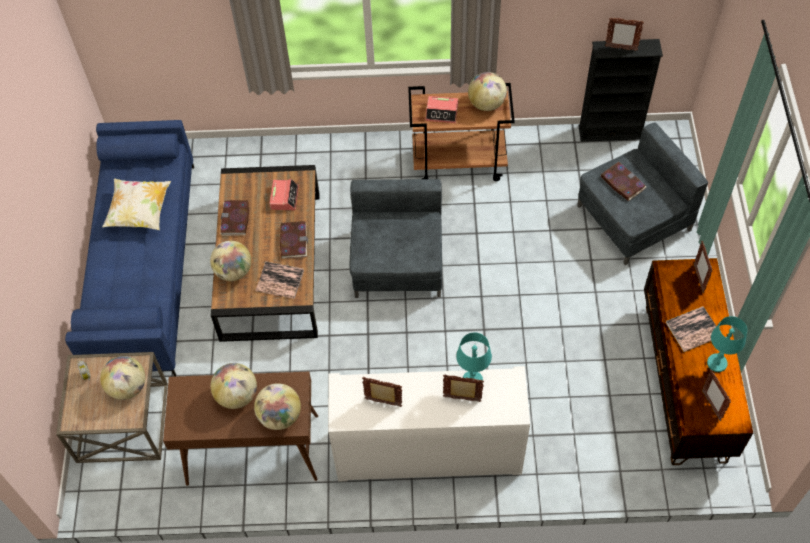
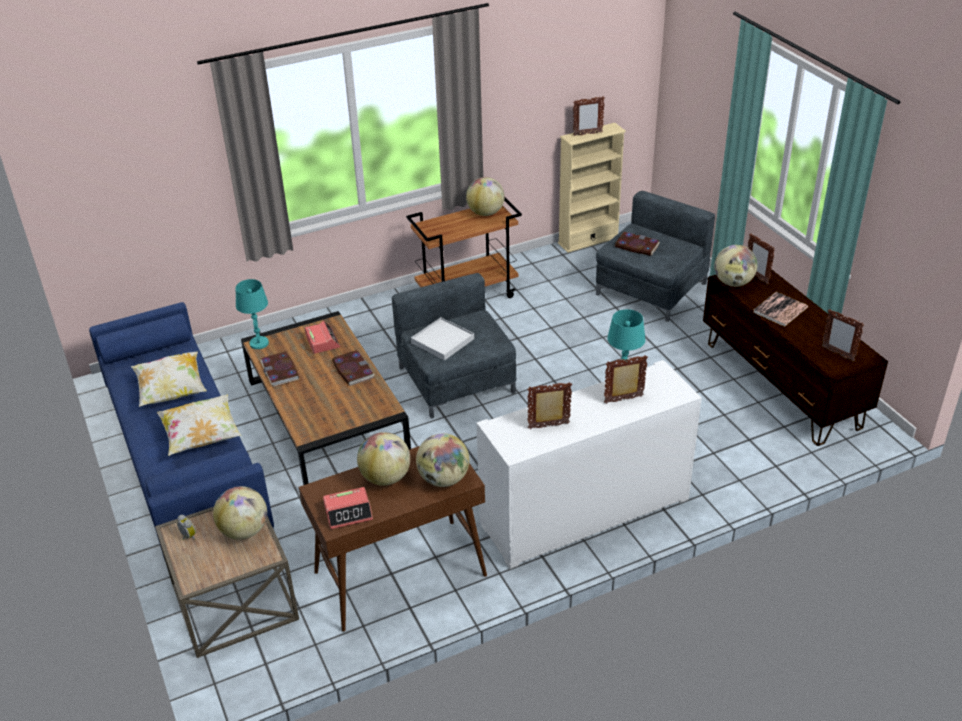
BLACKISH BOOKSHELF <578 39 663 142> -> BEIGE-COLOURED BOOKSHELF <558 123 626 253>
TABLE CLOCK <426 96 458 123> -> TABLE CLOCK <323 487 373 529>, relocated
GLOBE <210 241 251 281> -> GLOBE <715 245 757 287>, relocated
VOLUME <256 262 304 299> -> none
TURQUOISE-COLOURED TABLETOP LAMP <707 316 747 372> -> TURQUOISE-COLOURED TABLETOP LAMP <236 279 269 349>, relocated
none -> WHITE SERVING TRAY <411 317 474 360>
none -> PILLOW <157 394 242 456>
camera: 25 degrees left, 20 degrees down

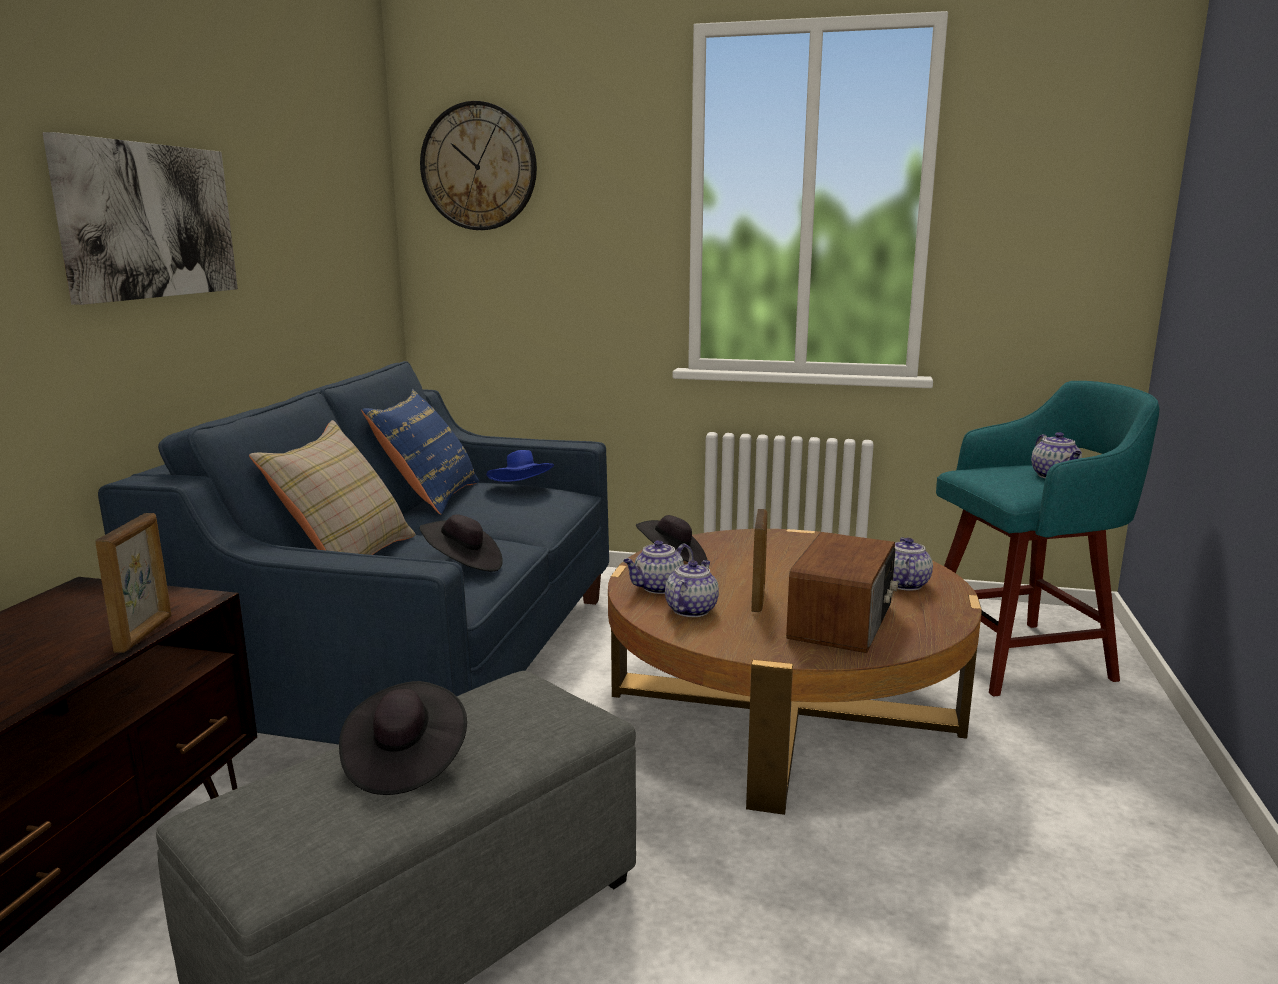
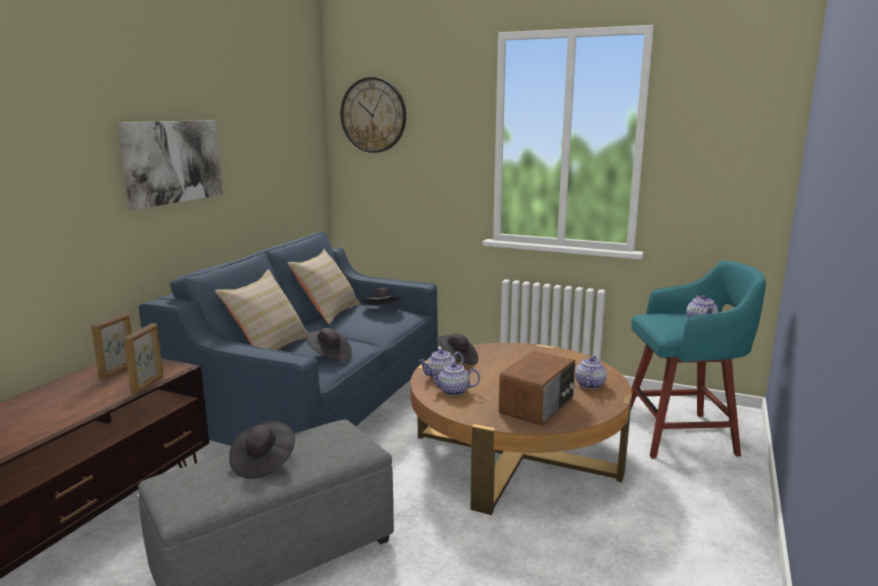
BLUE PILLOW <361 389 479 515> -> BEIGE-COLOURED PILLOW <287 249 360 325>
BLUE CLOTHING HAT <486 450 554 482> -> BLACKISH CLOTHING HAT <362 288 402 305>
PICTURE FRAME <751 509 767 612> -> PICTURE FRAME <91 313 132 380>, relocated
TEAPOT <665 560 719 617> -> TEAPOT <429 362 480 396>, 120 degrees counterclockwise
camera: 10 degrees right, 0 degrees up

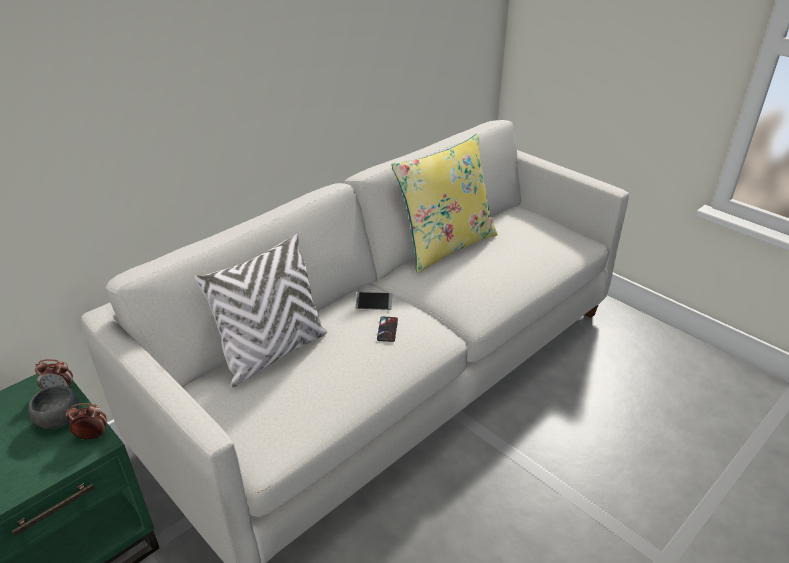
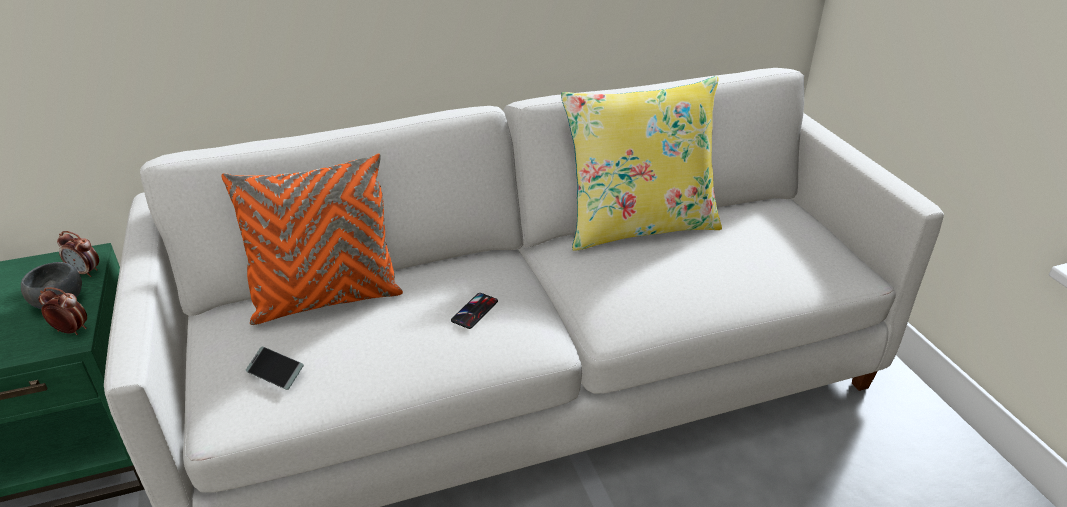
WHITE PILLOW <195 234 327 387> -> ORANGE-COLOURED PILLOW <221 153 403 325>
PHONE <356 292 392 310> -> PHONE <246 347 304 390>, relocated
camera: 25 degrees right, 0 degrees up

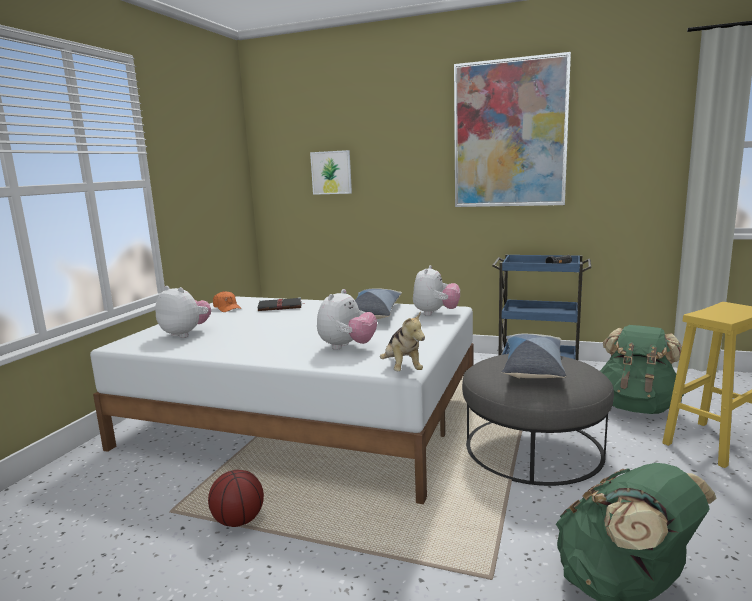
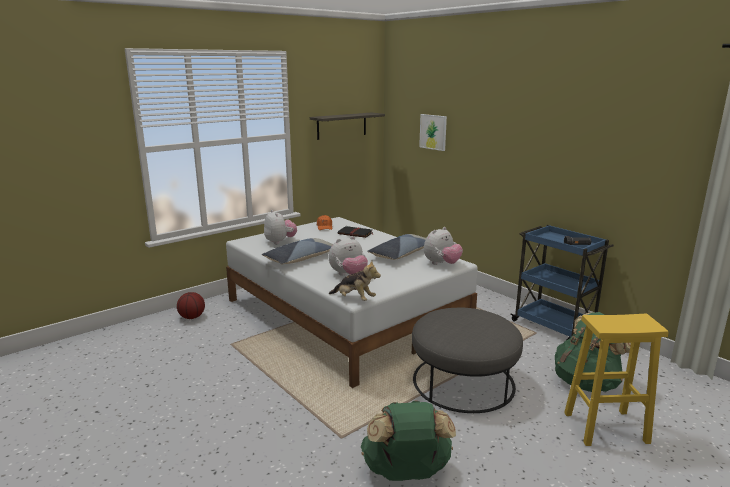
WALL ART <454 52 571 207> -> none
CUDDLY TOY <380 311 425 371> -> CUDDLY TOY <329 261 381 301>, 75 degrees counterclockwise
PILLOW <501 334 566 378> -> PILLOW <262 238 333 264>, relocated
BASKETBALL BALL <208 470 264 527> -> BASKETBALL BALL <177 292 205 319>, relocated
none -> WALL SHELF <310 113 385 140>
camera: 30 degrees right, 5 degrees up

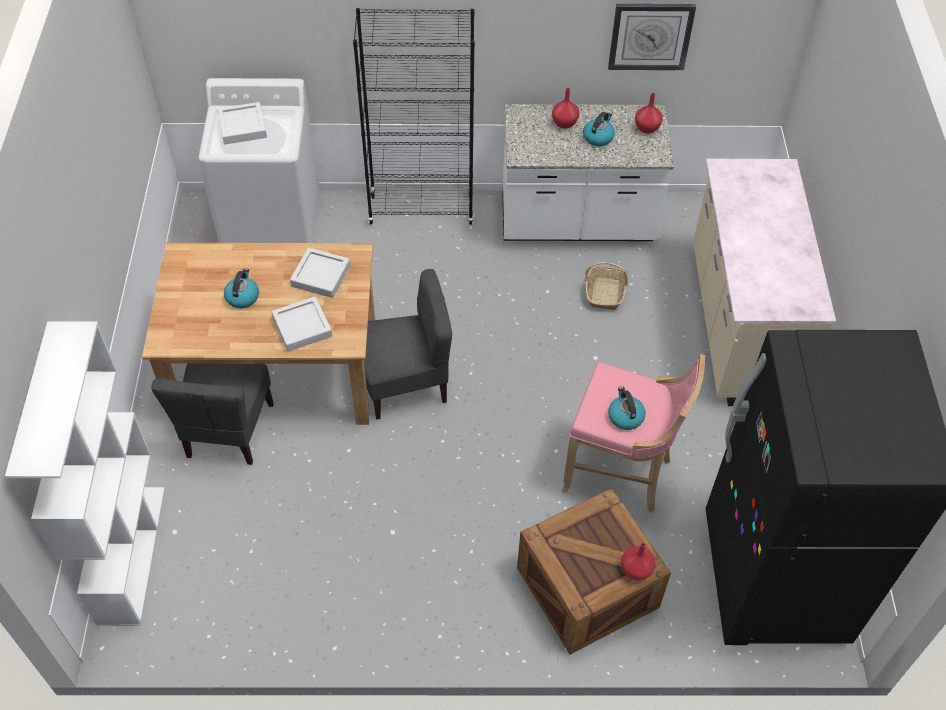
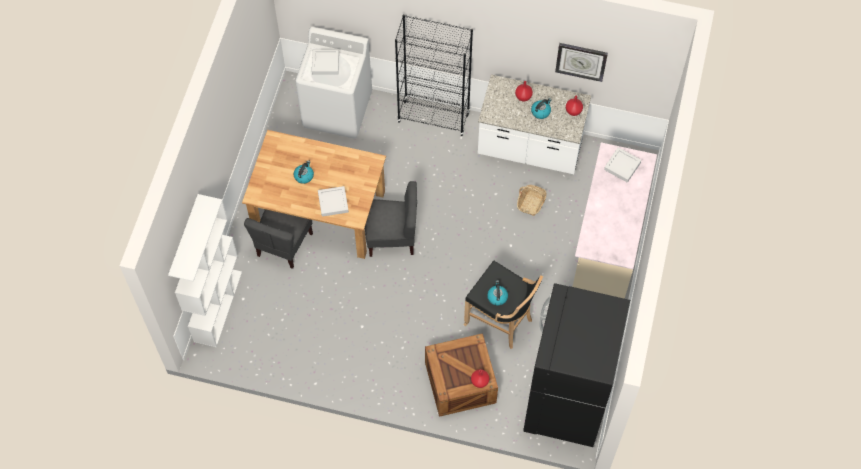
GRAY SERVING TRAY <290 248 350 298> -> GRAY SERVING TRAY <604 147 641 183>, relocated
PINKISH SITTING STOOL <561 354 705 513> -> BLACKISH SITTING STOOL <463 261 543 349>
camera: 15 degrees right, 10 degrees up

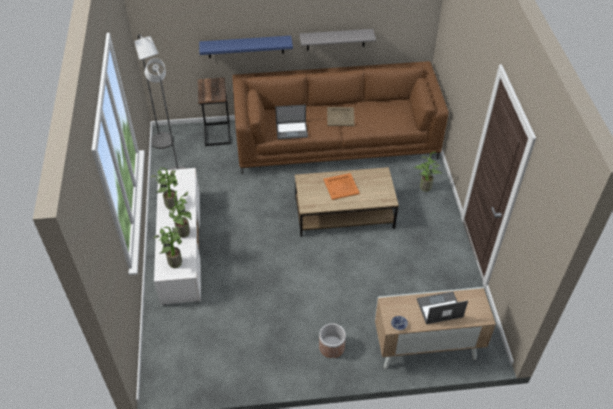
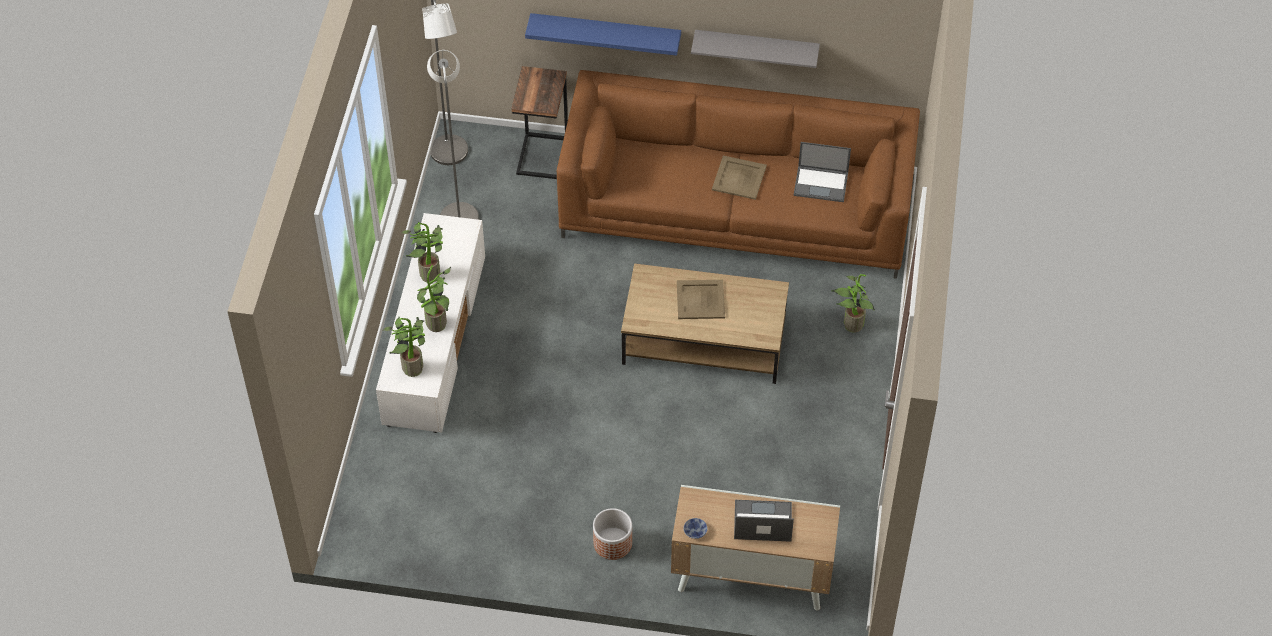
PORTABLE COMPUTER <275 105 308 139> -> PORTABLE COMPUTER <793 142 851 202>, relocated
ORANGE-COLOURED SERVING TRAY <323 173 360 200> -> BEIGE-COLOURED SERVING TRAY <677 280 725 319>
camera: 15 degrees right, 5 degrees up

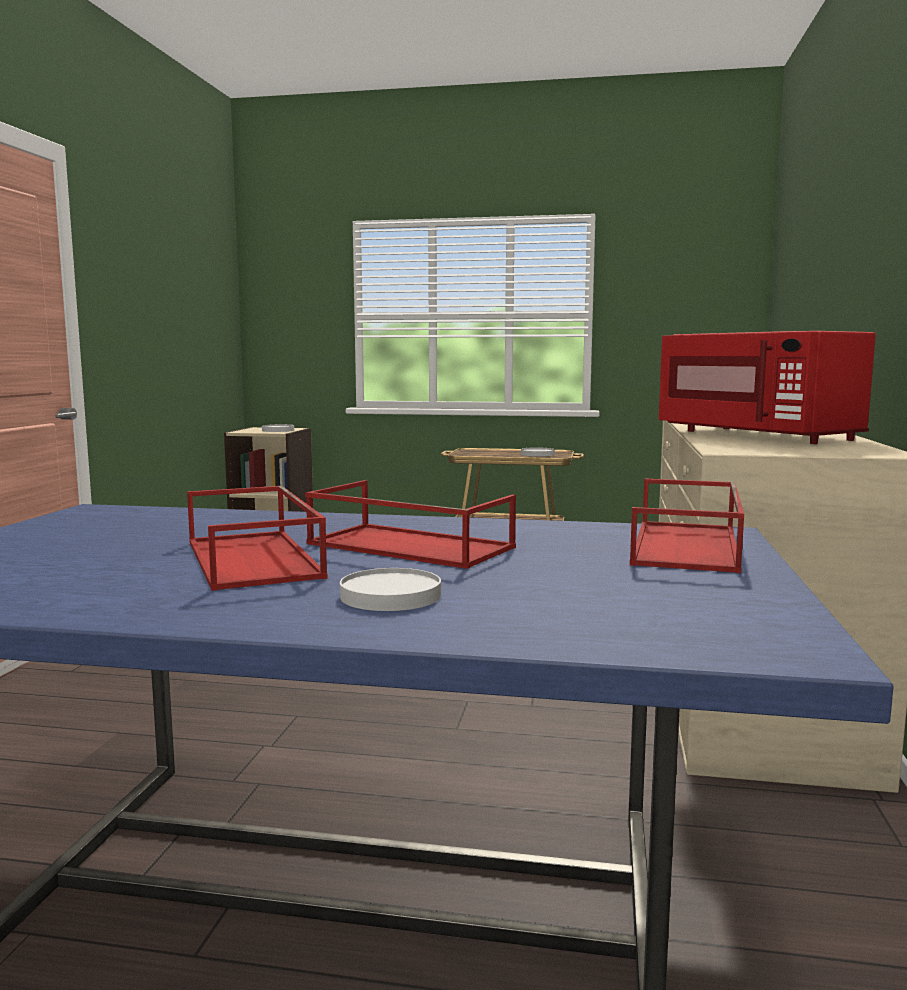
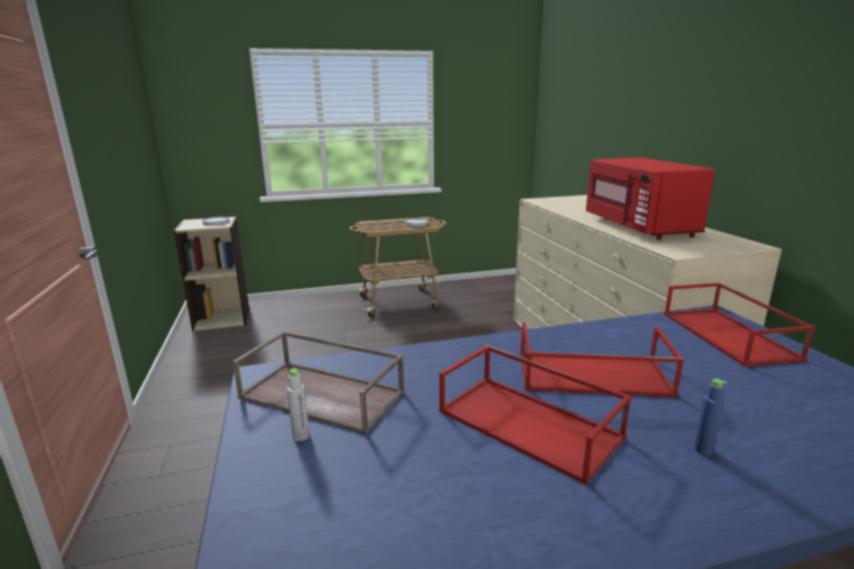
REDDISH MICROWAVE <659 331 876 444> -> REDDISH MICROWAVE <586 158 715 240>, 45 degrees clockwise
WHITE PLATE <340 568 441 611> -> BLUE BEVERAGE BOTTLE <694 379 727 456>
none -> BROWN-COLOURED SERVING TRAY <233 331 405 434>
none -> GRAY BEVERAGE BOTTLE <287 368 309 441>
camera: 25 degrees left, 10 degrees up

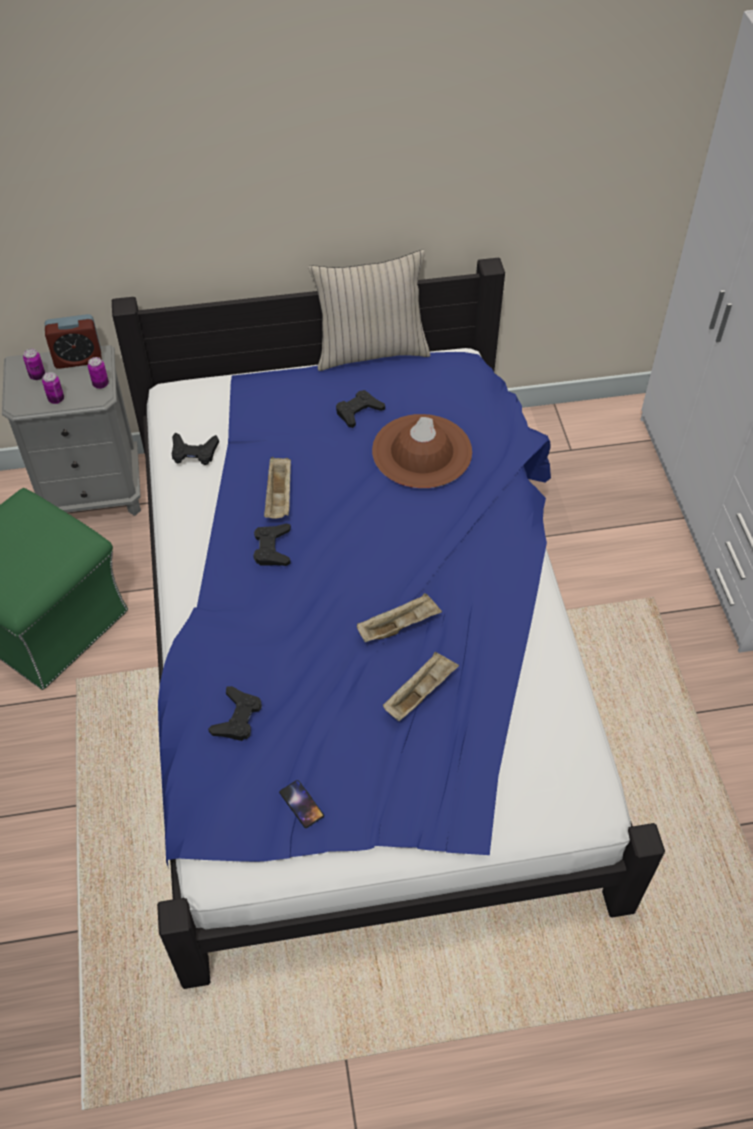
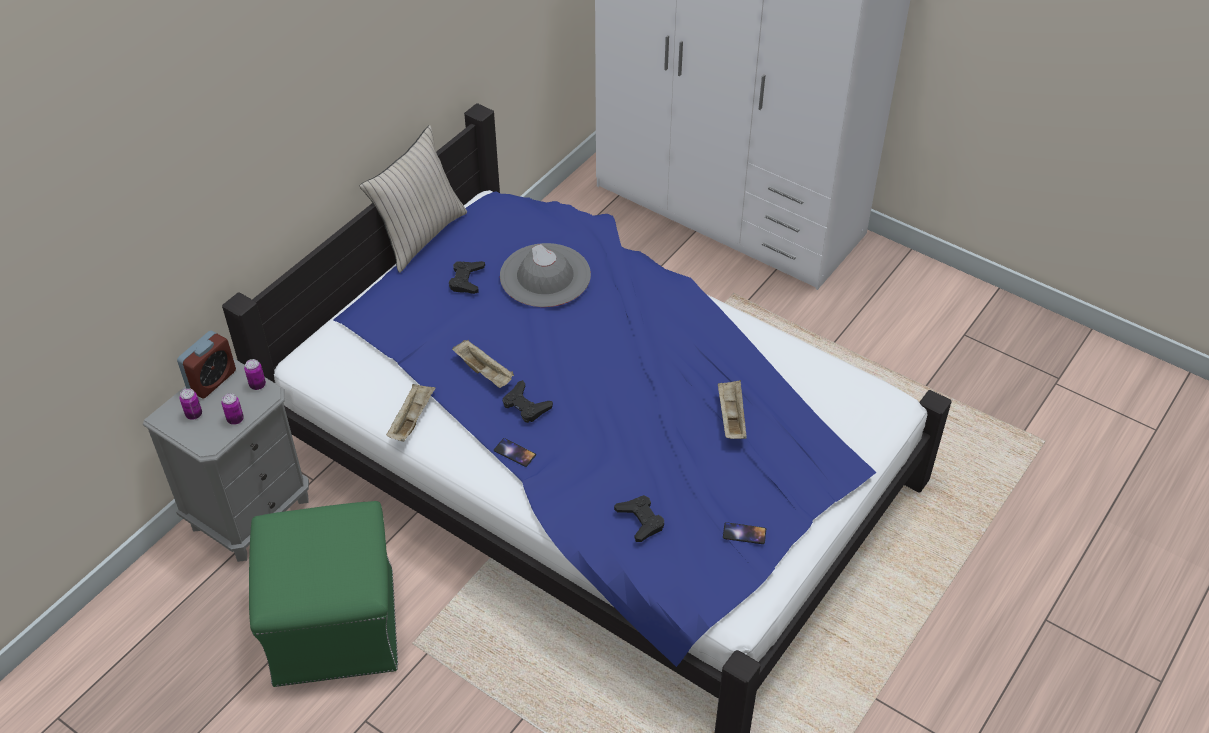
BROWN-COLOURED CLOTHING HAT <372 414 472 488> -> GRAY CLOTHING HAT <500 243 591 307>
BLACKISH GAMEPAD <172 433 219 465> -> none
BEIGE-COLOURED SERVING TRAY <357 593 442 642> -> BEIGE-COLOURED SERVING TRAY <386 384 436 442>, relocated
none -> PHONE <494 438 536 467>
camera: 45 degrees left, 5 degrees down

